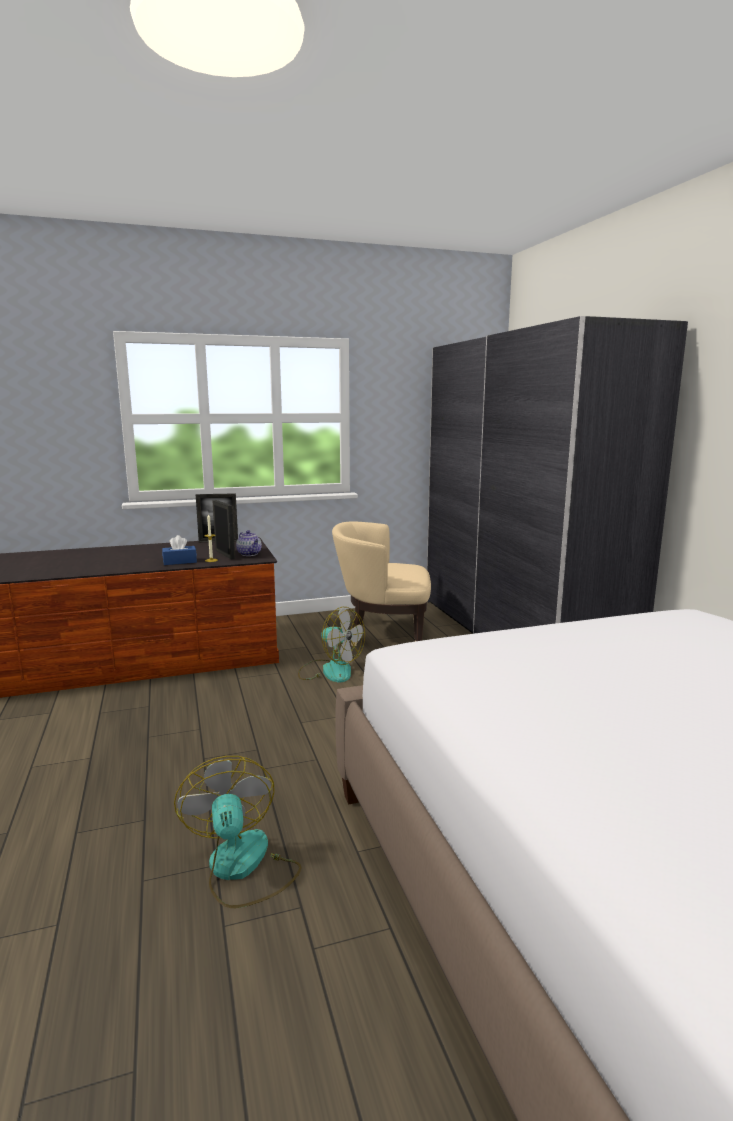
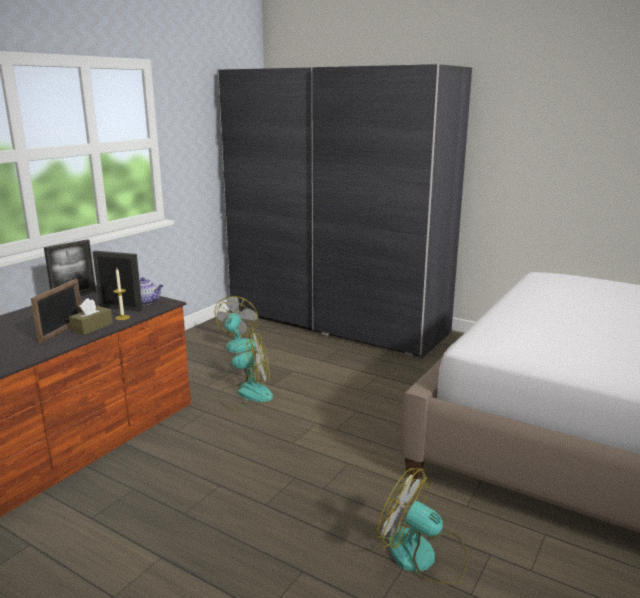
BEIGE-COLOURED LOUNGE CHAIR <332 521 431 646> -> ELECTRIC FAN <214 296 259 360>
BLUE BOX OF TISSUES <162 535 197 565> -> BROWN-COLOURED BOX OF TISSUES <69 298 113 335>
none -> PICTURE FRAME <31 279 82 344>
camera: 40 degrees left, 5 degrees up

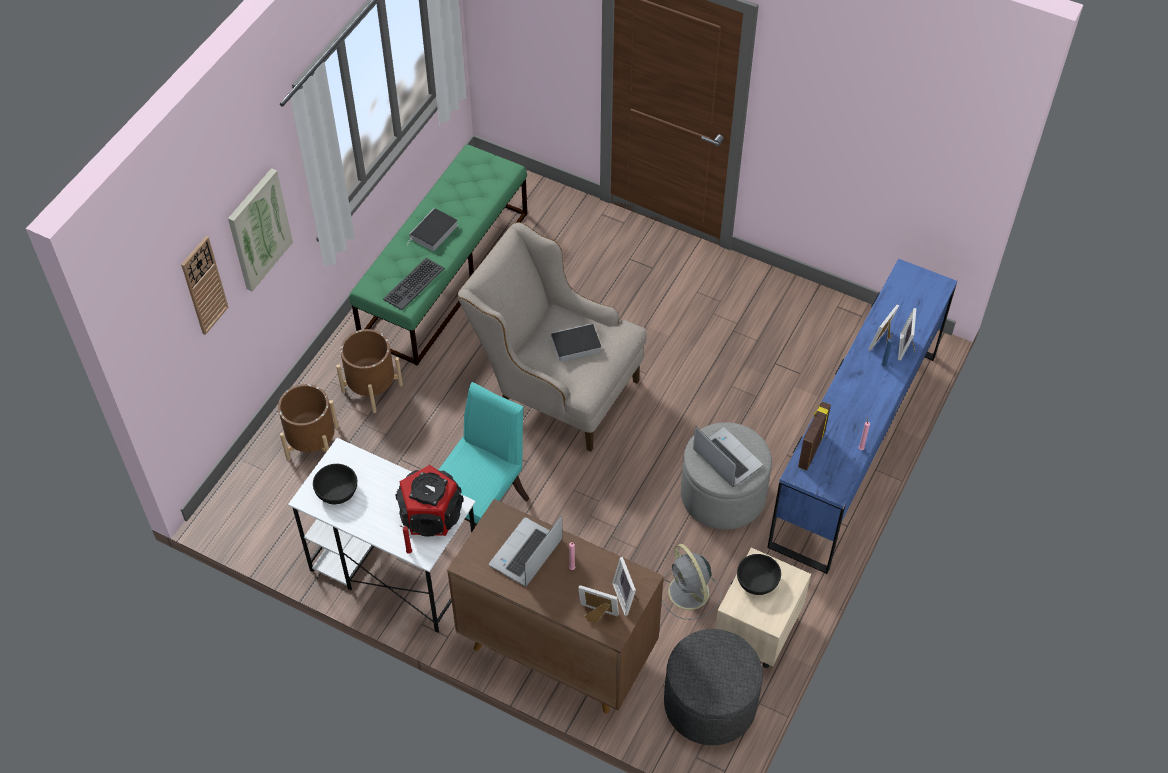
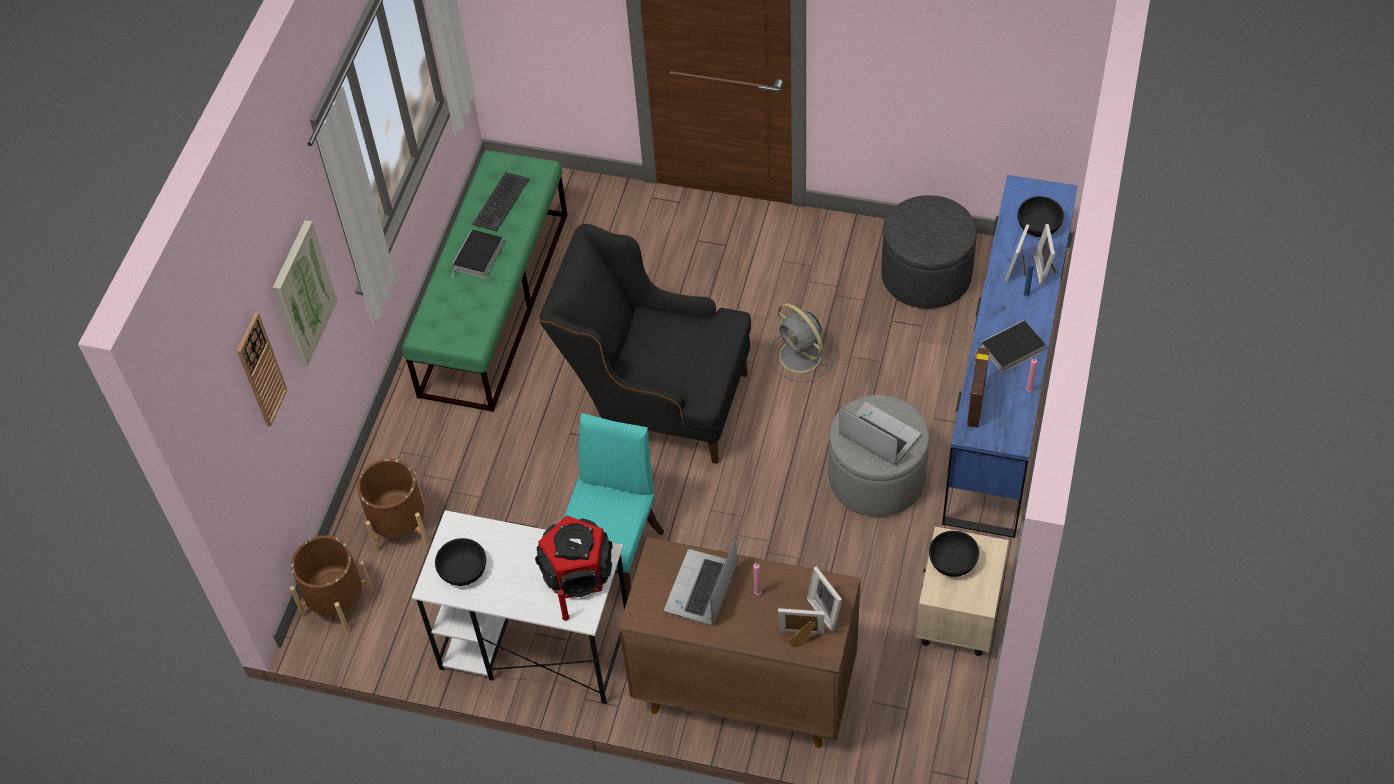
BEIGE-COLOURED LOUNGE CHAIR <457 222 647 452> -> BLACKISH LOUNGE CHAIR <538 223 751 464>
COMPUTER KEYBOARD <383 258 445 310> -> COMPUTER KEYBOARD <472 172 529 231>, relocated
VOLUME <544 323 601 362> -> VOLUME <973 320 1046 373>, relocated
BROWN-COLOURED PLANT POT <336 329 403 413> -> BROWN-COLOURED PLANT POT <290 535 373 633>, relocated
GRAY ELECTRIC FAN <662 544 721 619> -> GRAY ELECTRIC FAN <769 303 834 382>, relocated
GRAY FOOTREST <664 629 763 745> -> GRAY FOOTREST <881 195 977 309>, relocated
none -> BLACKISH BOWL <1017 196 1064 237>
camera: 10 degrees left, 0 degrees up

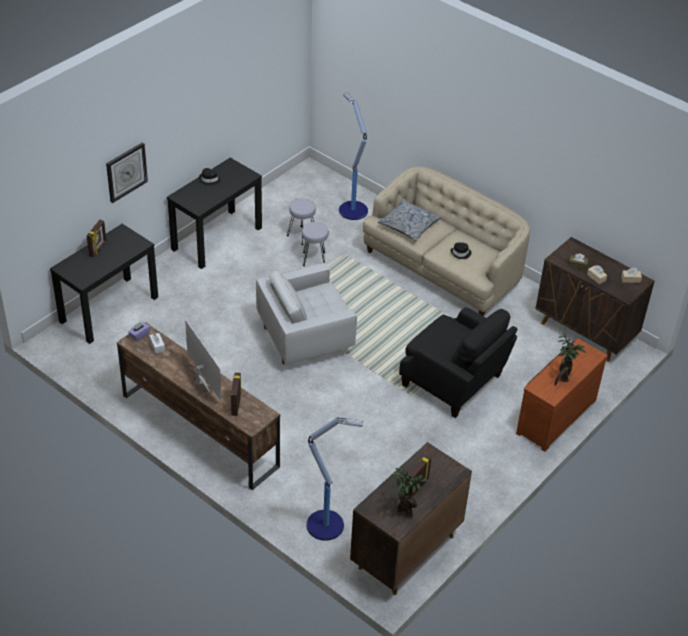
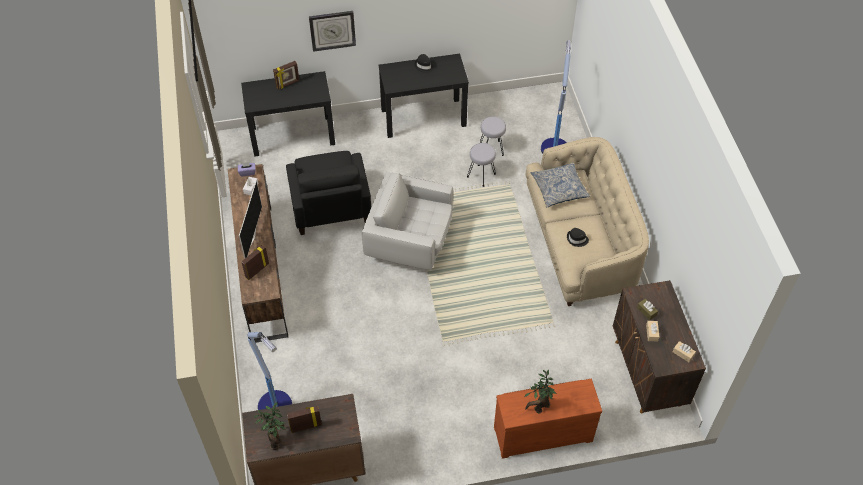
BLACKISH LOUNGE CHAIR <399 307 517 418> -> BLACKISH LOUNGE CHAIR <286 151 371 235>, relocated
camera: 40 degrees right, 10 degrees up

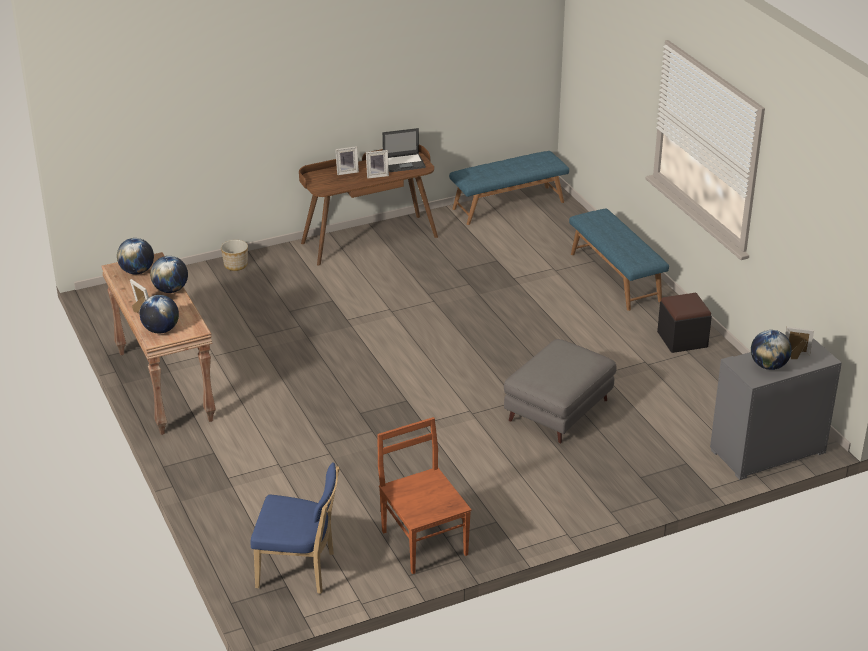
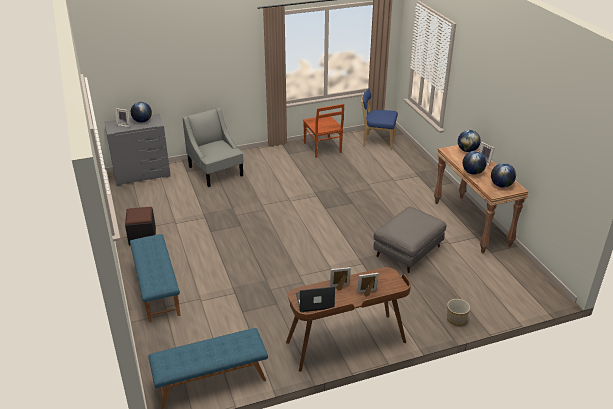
GRAY FOOTREST <504 339 617 443> -> GRAY FOOTREST <373 207 447 273>, relocated
none -> GRAY LOUNGE CHAIR <182 108 244 187>
camera: 175 degrees left, 0 degrees up

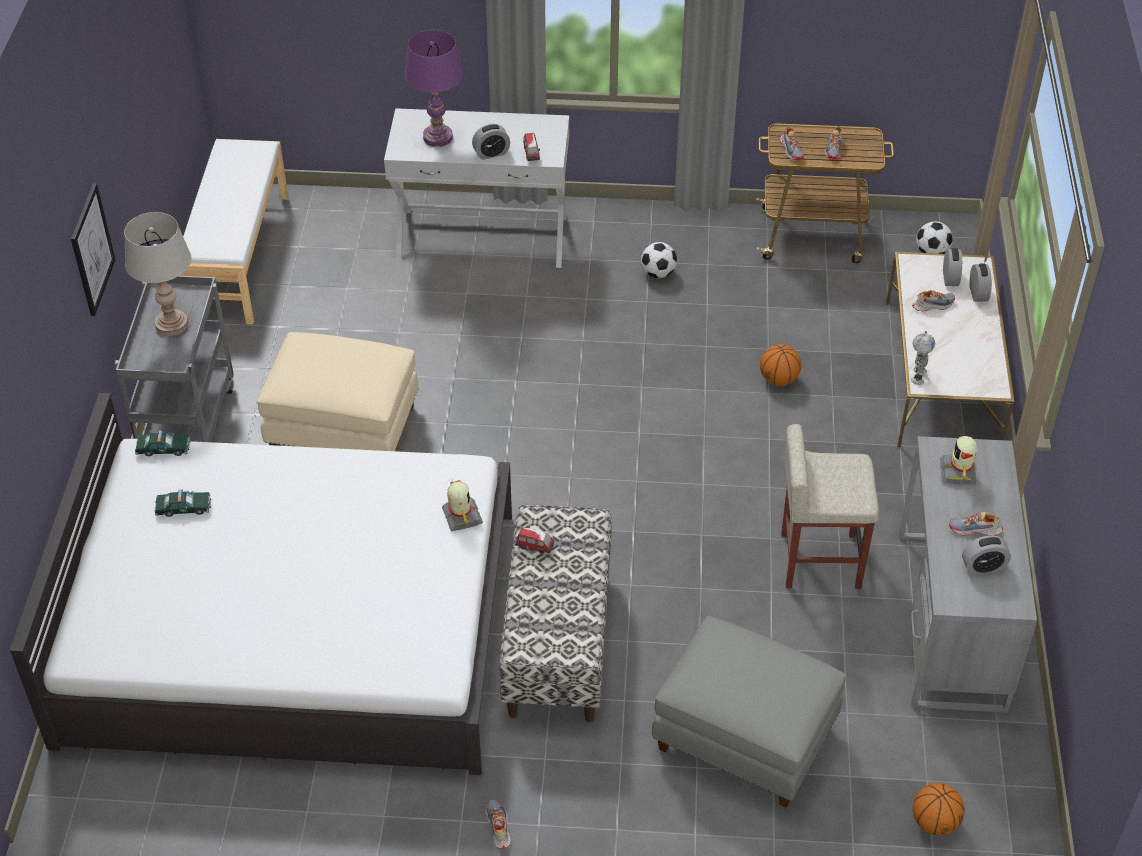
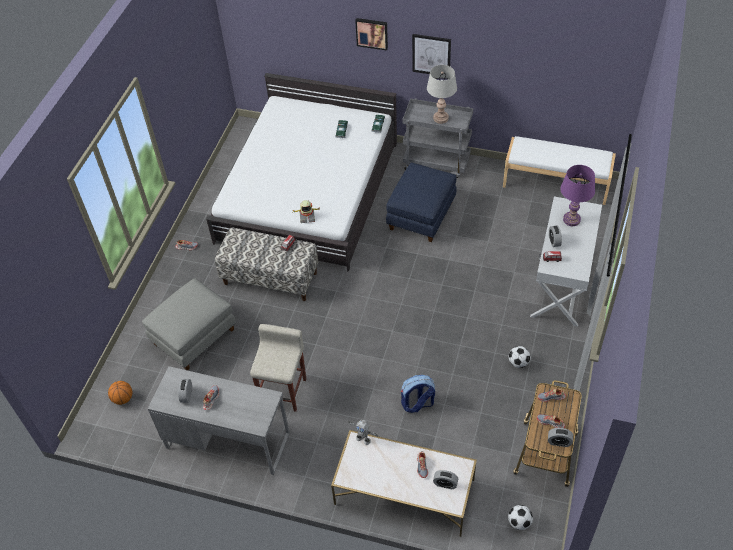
TABLE CLOCK <969 264 992 302> -> TABLE CLOCK <548 428 573 447>, relocated
BEIGE-COLOURED FOOTREST <257 332 418 451> -> BLUE FOOTREST <386 163 457 242>
BASKETBALL BALL <760 344 801 386> -> RUCKSACK <401 375 435 413>
TOY ROBOT <940 434 978 485> -> none
none -> WALL ART <355 18 388 51>
camera: 105 degrees right, 5 degrees up

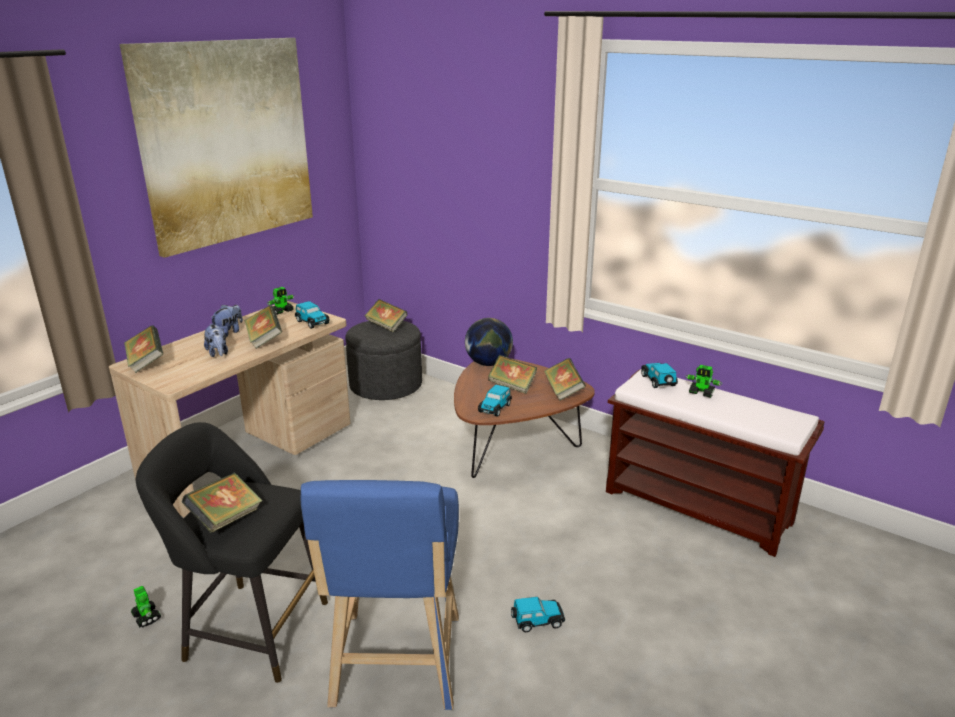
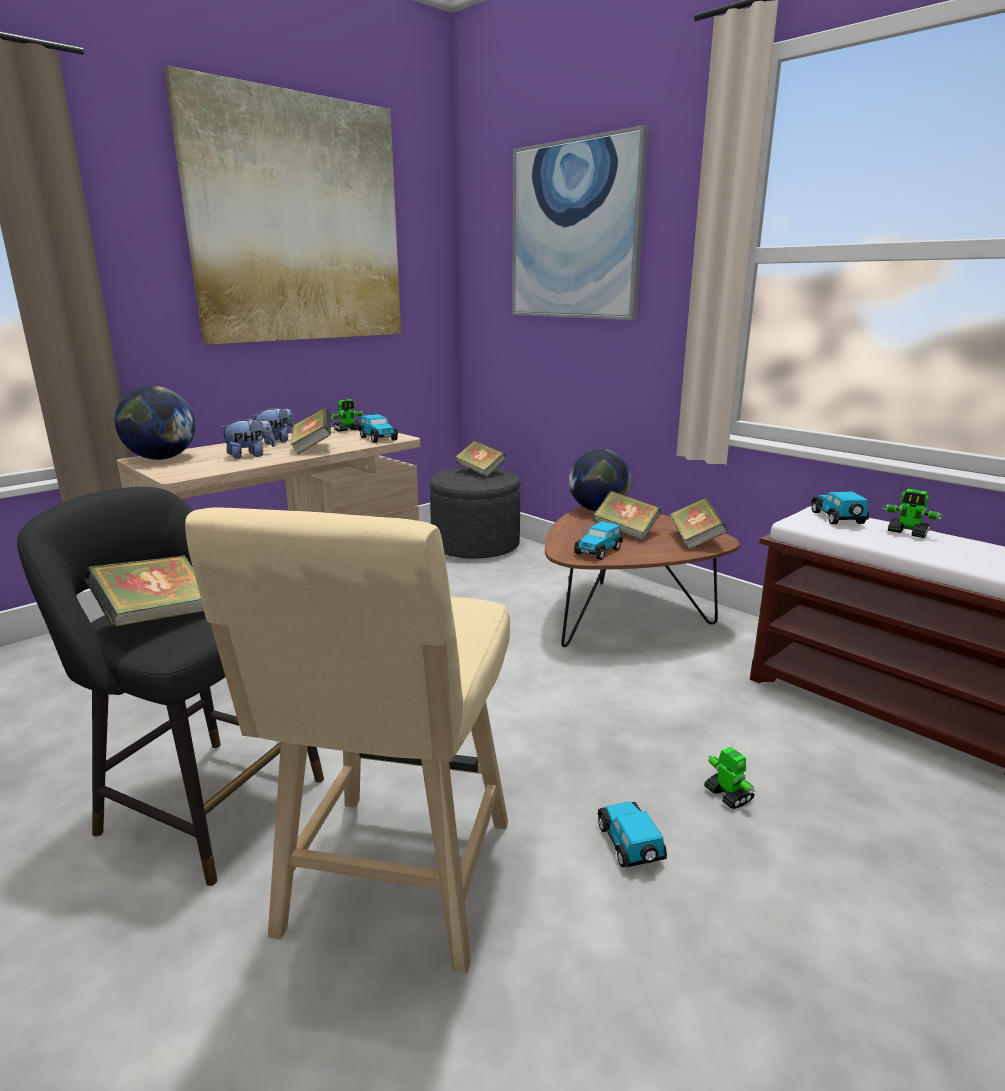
CUDDLY TOY <204 324 228 357> -> CUDDLY TOY <220 417 275 459>, 105 degrees counterclockwise
VOLUME <124 325 163 373> -> GLOBE <115 386 195 460>
BLUE SITTING STOOL <301 480 459 710> -> BEIGE-COLOURED SITTING STOOL <185 507 510 974>
TOY ROBOT <131 586 161 628> -> TOY ROBOT <704 747 755 809>, relocated
MODEL CAR <511 597 565 632> -> MODEL CAR <598 802 667 867>, 105 degrees counterclockwise
none -> WALL ART <512 125 649 320>
camera: 10 degrees right, 5 degrees down

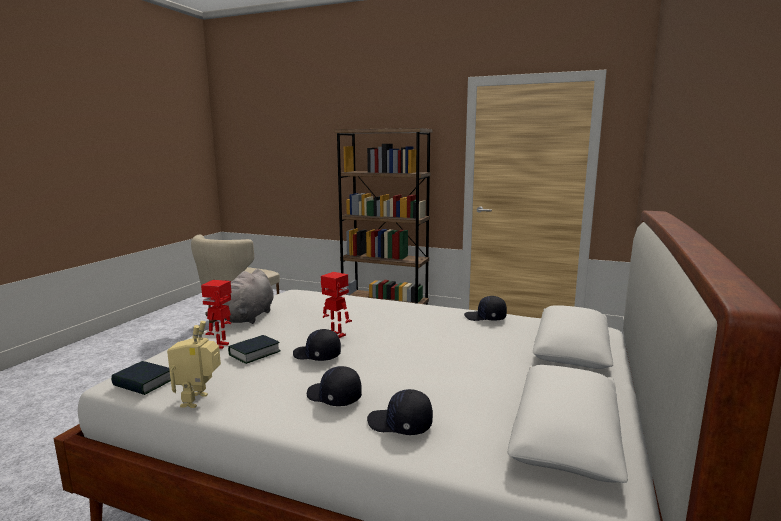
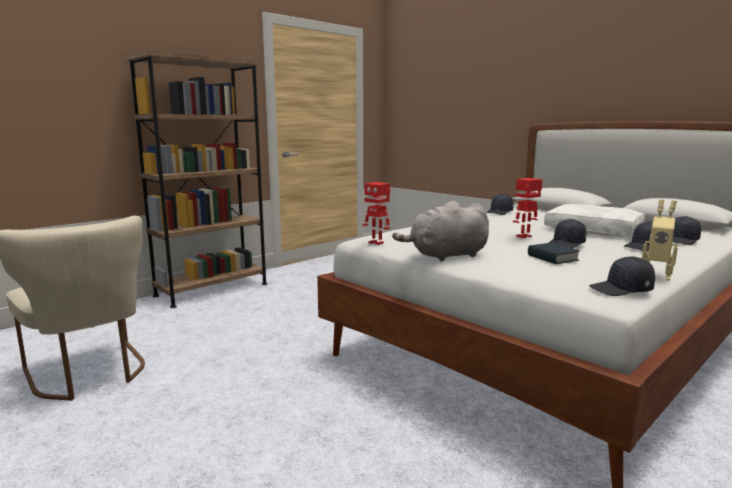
GRAY CUDDLY TOY <205 269 274 324> -> GRAY CUDDLY TOY <392 201 489 261>, 120 degrees clockwise
TOY ROBOT <201 280 232 349> -> TOY ROBOT <362 182 390 245>, relocated
VOLUME <111 361 171 395> -> BLACKISH CAP <589 257 655 296>
none -> WHITE PILLOW <544 204 645 237>
camera: 65 degrees left, 0 degrees up

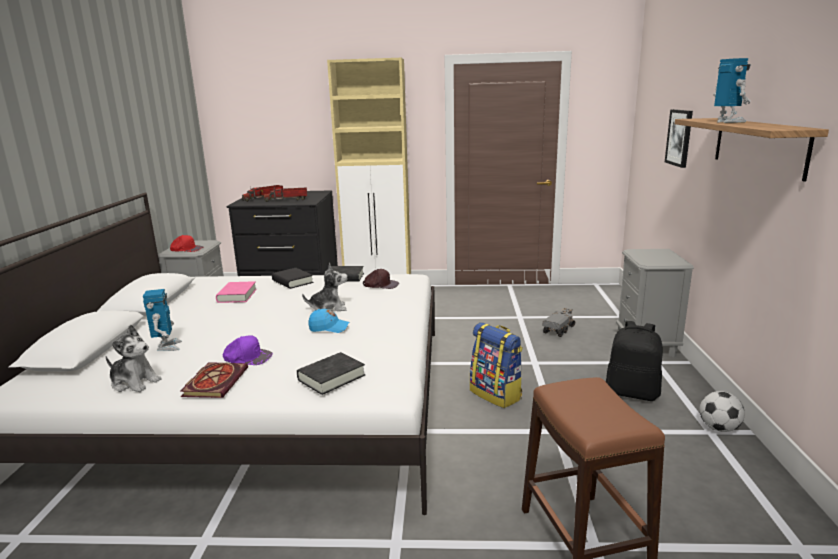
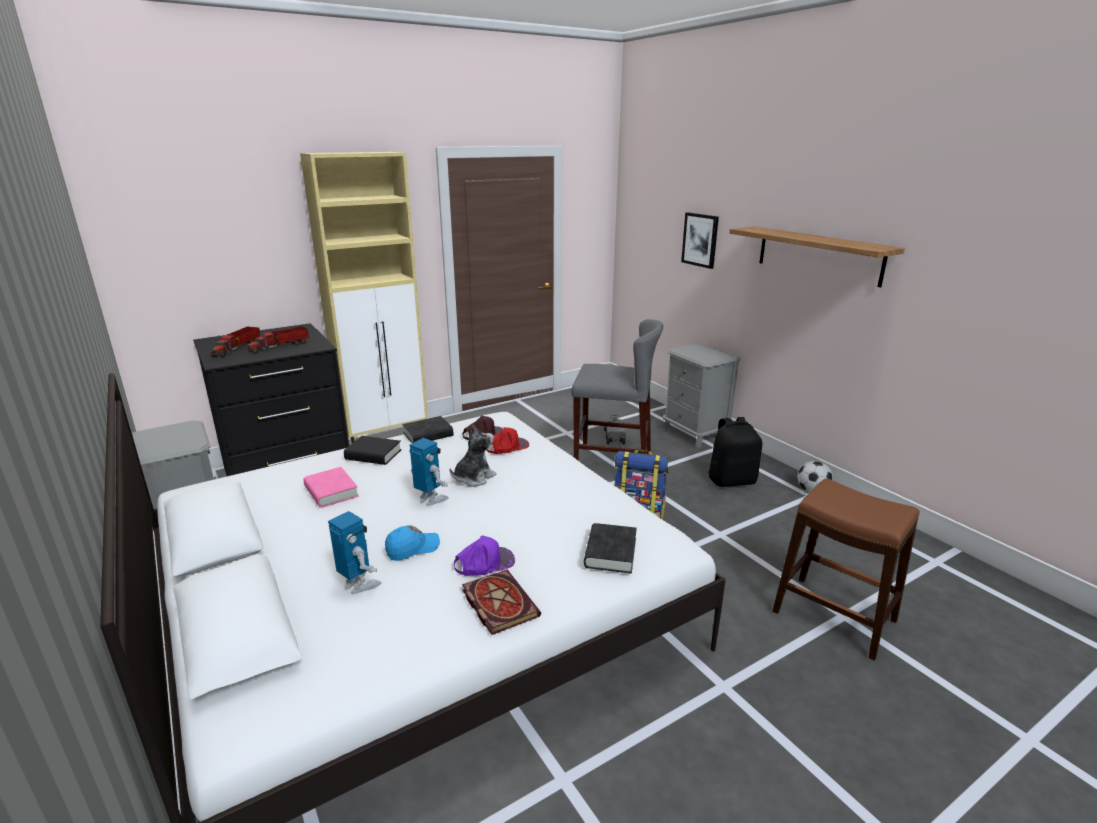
TOY ROBOT <713 58 751 123> -> TOY ROBOT <409 438 449 506>, relocated
REDDISH CAP <170 235 203 252> -> REDDISH CAP <486 427 529 454>, relocated
BLUE CAP <309 309 350 333> -> BLUE CAP <385 525 440 561>, relocated
CUDDLY TOY <106 325 161 392> -> none
none -> GRAY SITTING STOOL <571 319 663 461>
camera: 35 degrees left, 5 degrees up

